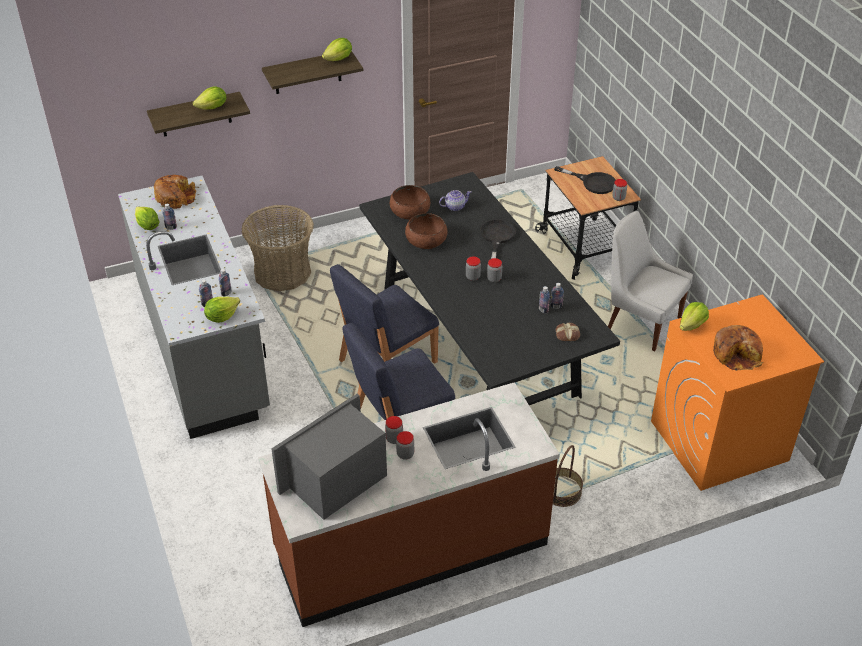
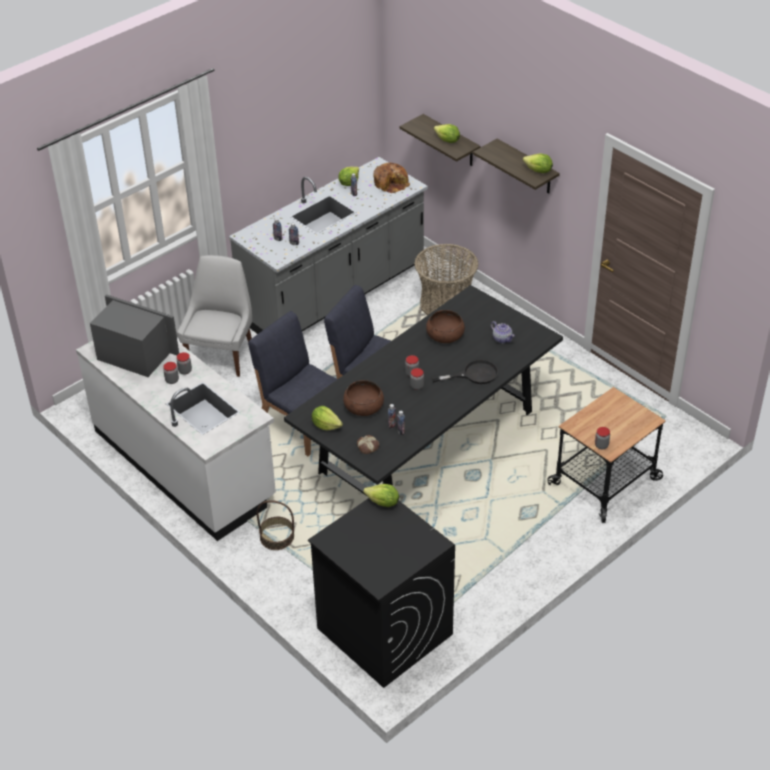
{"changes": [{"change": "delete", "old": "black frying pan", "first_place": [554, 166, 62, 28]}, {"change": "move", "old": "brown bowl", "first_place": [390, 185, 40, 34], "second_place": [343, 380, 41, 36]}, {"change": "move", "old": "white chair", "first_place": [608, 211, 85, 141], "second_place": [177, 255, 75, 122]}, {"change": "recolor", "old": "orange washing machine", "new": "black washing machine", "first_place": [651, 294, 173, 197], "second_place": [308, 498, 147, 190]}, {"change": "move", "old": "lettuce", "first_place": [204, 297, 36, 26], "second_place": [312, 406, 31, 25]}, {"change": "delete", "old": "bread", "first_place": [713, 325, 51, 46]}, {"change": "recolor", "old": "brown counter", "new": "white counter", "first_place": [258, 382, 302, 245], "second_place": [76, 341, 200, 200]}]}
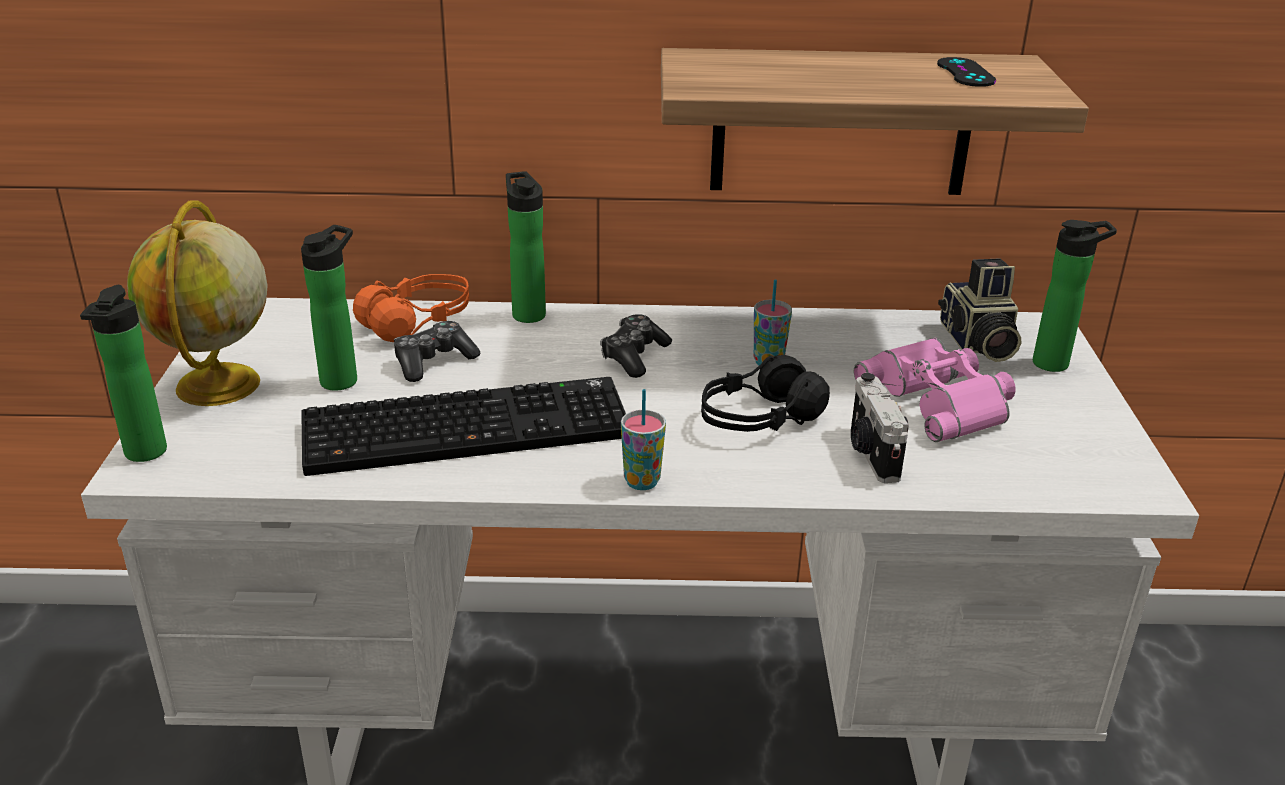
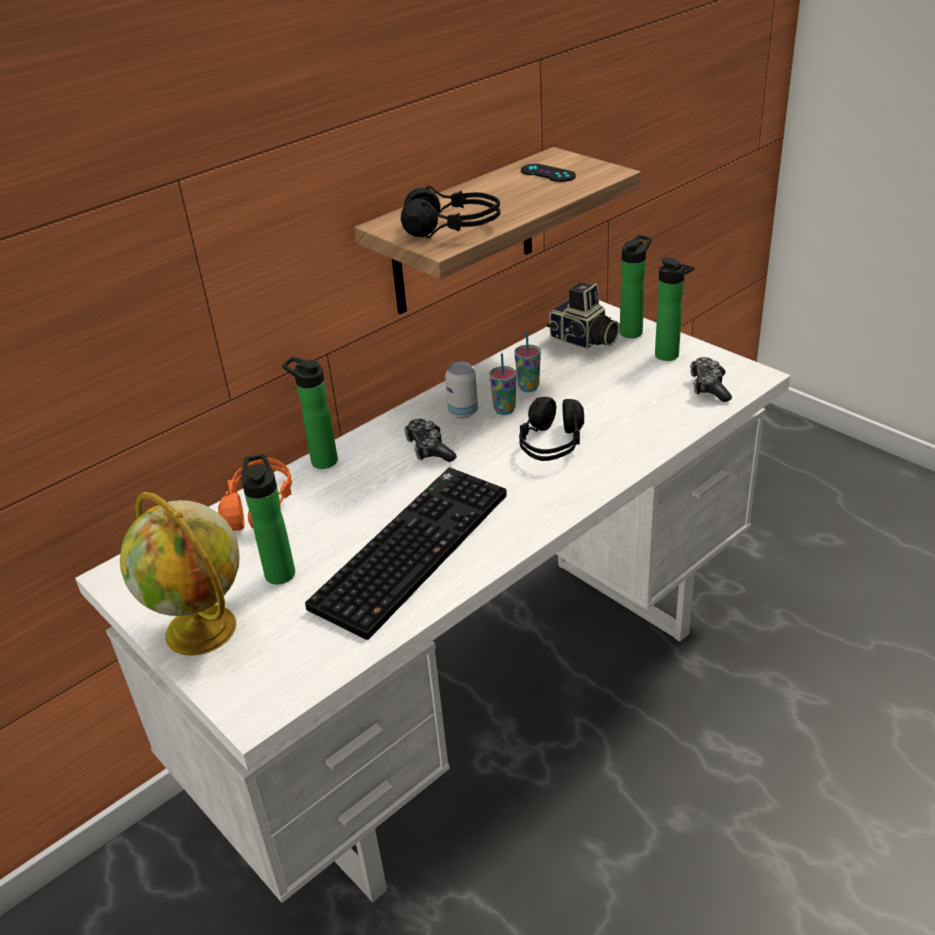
{"changes": [{"change": "move", "old": "bottle", "first_place": [80, 285, 87, 177], "second_place": [655, 257, 40, 104]}, {"change": "move", "old": "game controller", "first_place": [394, 321, 86, 61], "second_place": [690, 357, 42, 45]}, {"change": "delete", "old": "pink binoculars", "first_place": [854, 338, 162, 104]}, {"change": "delete", "old": "photo camera", "first_place": [851, 373, 57, 110]}, {"change": "move", "old": "cup", "first_place": [621, 389, 45, 101], "second_place": [514, 332, 27, 60]}, {"change": "insert", "new": "black headphones", "second_place": [401, 185, 99, 53]}, {"change": "insert", "new": "can", "second_place": [445, 361, 33, 57]}]}
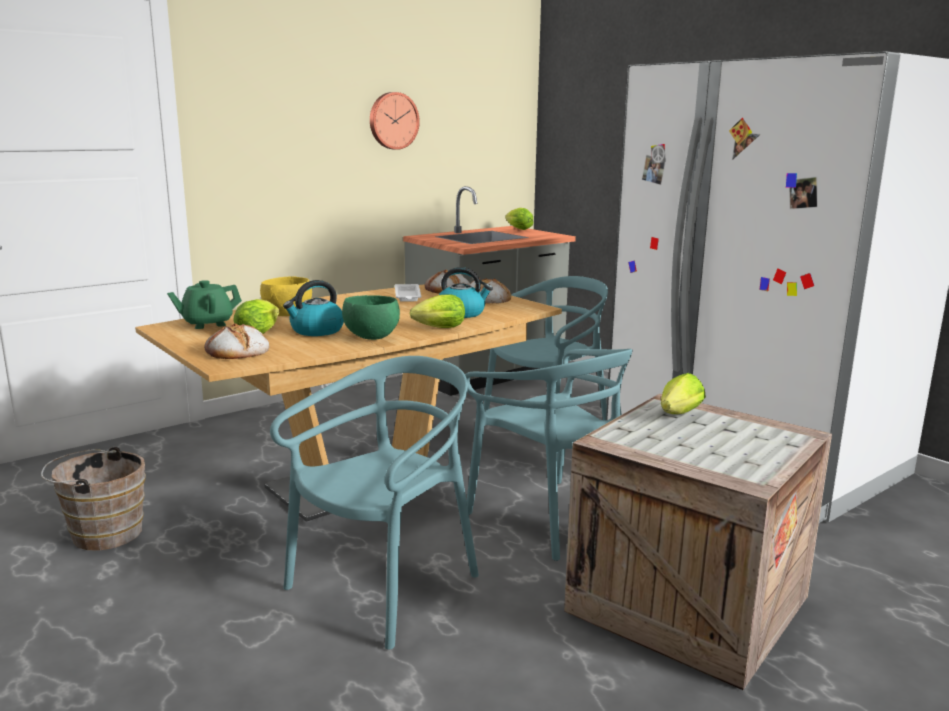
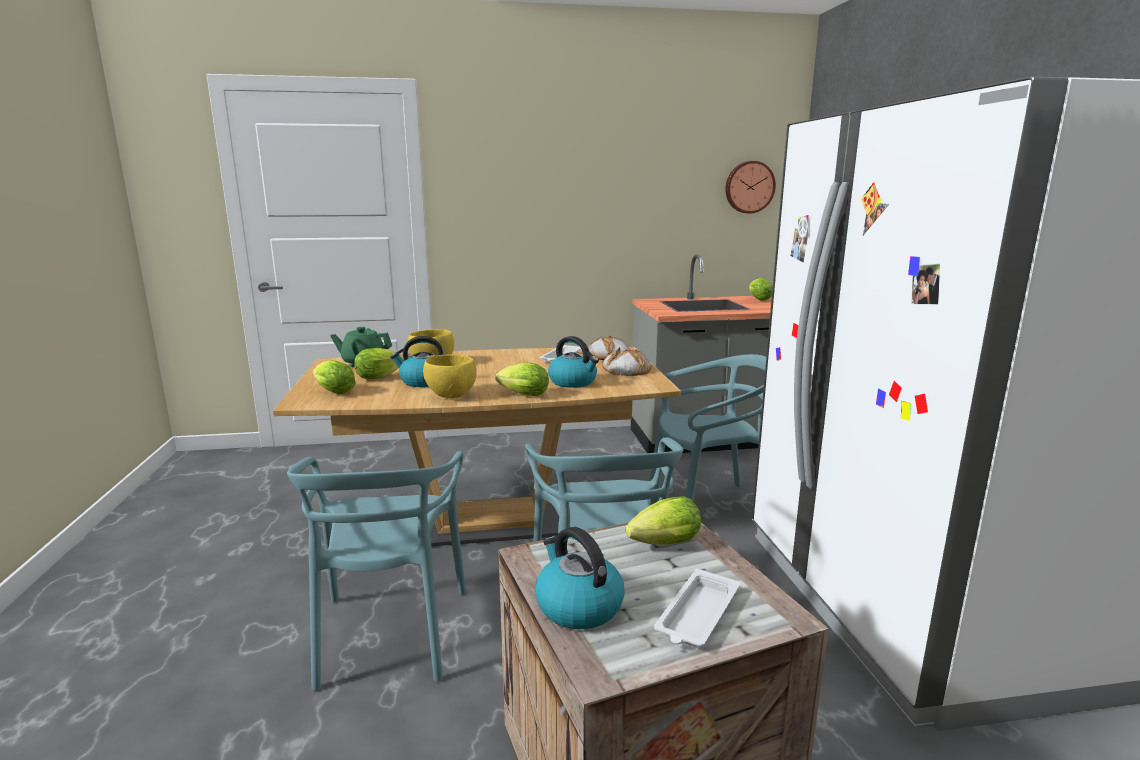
{"changes": [{"change": "move", "old": "wall clock", "first_place": [370, 92, 50, 58], "second_place": [725, 161, 51, 53]}, {"change": "recolor", "old": "green bowl", "new": "yellow bowl", "first_place": [342, 295, 58, 45], "second_place": [423, 355, 54, 43]}, {"change": "replace", "old": "bread", "new": "lettuce", "first_place": [204, 324, 66, 35], "second_place": [313, 360, 43, 34]}, {"change": "rotate", "old": "turquoise chair", "first_place": [270, 356, 209, 294], "second_place": [287, 451, 179, 240], "degrees": 105}, {"change": "delete", "old": "brown bucket", "first_place": [41, 447, 105, 103]}, {"change": "insert", "new": "kettle", "second_place": [535, 527, 90, 102]}, {"change": "insert", "new": "white tray", "second_place": [654, 569, 86, 78]}]}
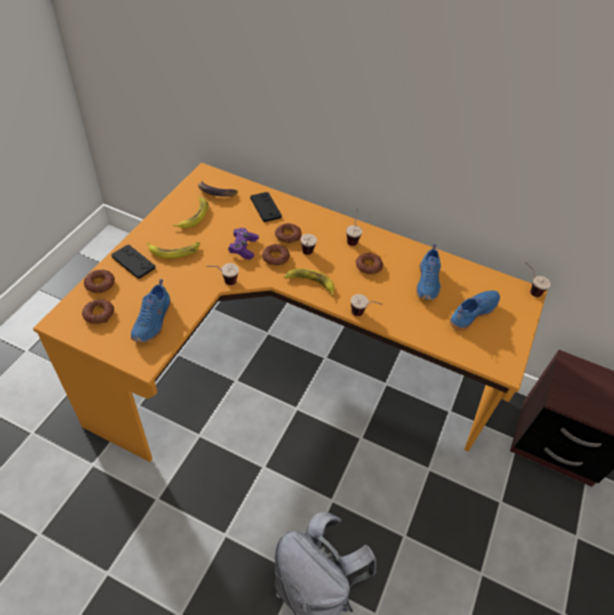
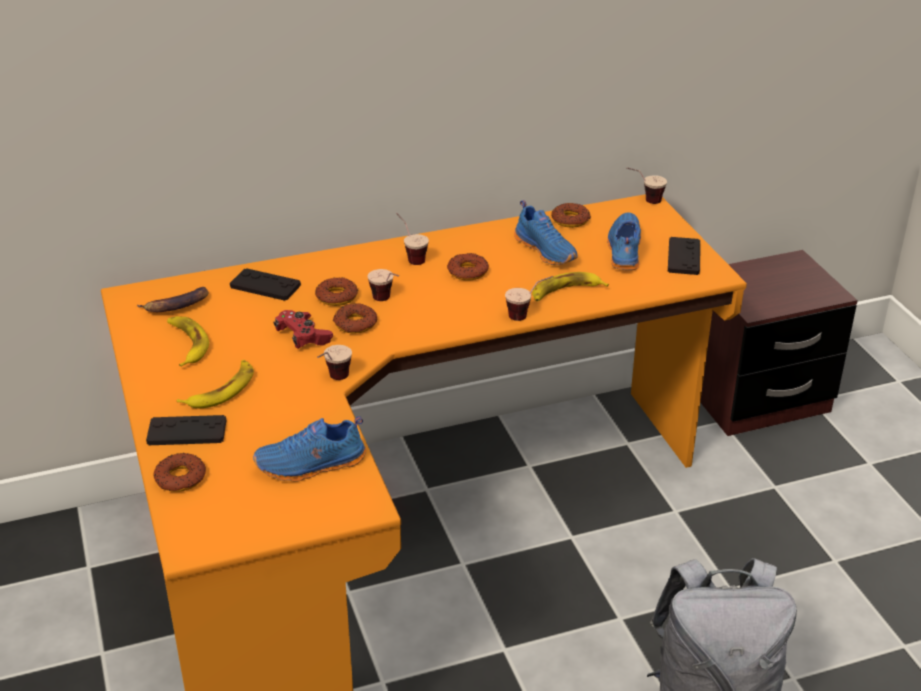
{"changes": [{"change": "recolor", "old": "purple game controller", "new": "red game controller", "first_place": [228, 228, 31, 32], "second_place": [274, 310, 59, 39]}, {"change": "move", "old": "banana", "first_place": [284, 269, 50, 27], "second_place": [532, 272, 77, 29]}, {"change": "rotate", "old": "blue shoe", "first_place": [131, 279, 40, 63], "second_place": [253, 416, 113, 66], "degrees": 105}, {"change": "move", "old": "donut", "first_place": [82, 299, 32, 26], "second_place": [551, 203, 40, 25]}, {"change": "insert", "new": "black game controller", "second_place": [668, 237, 32, 38]}]}
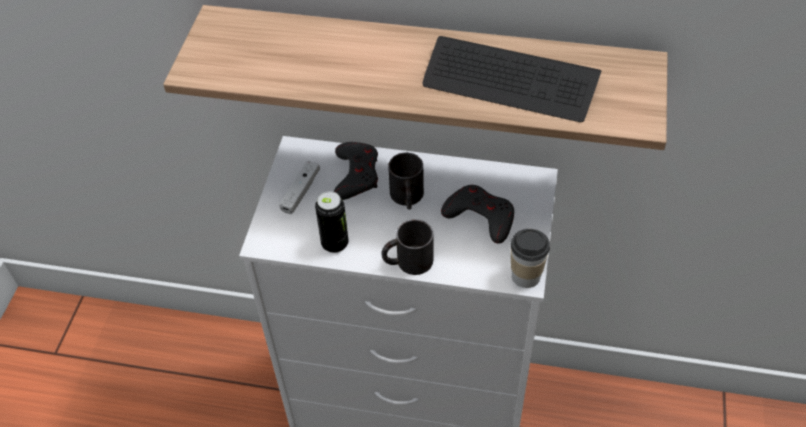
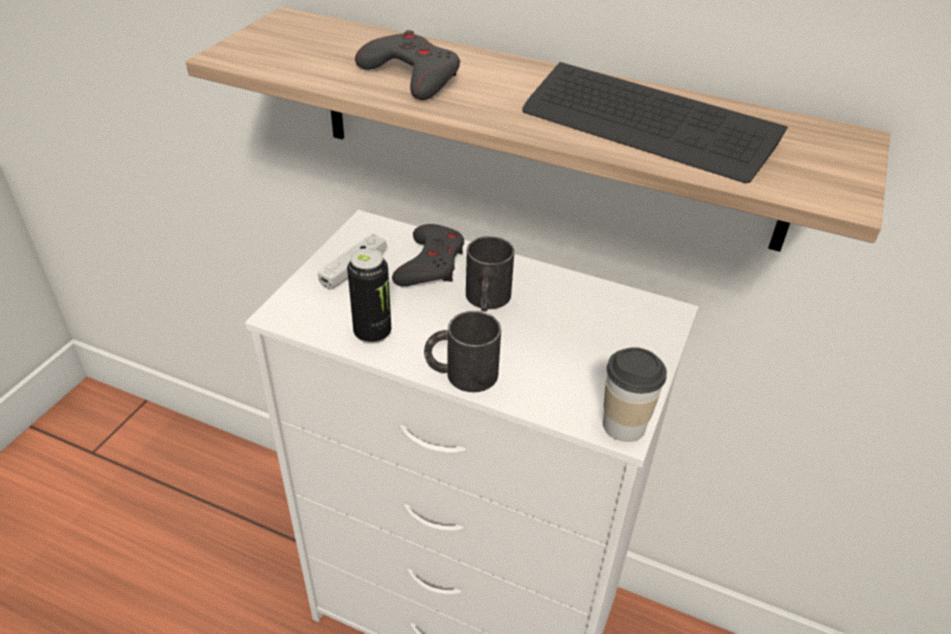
{"changes": [{"change": "move", "old": "grey game controller", "first_place": [441, 185, 73, 59], "second_place": [355, 30, 105, 70]}]}
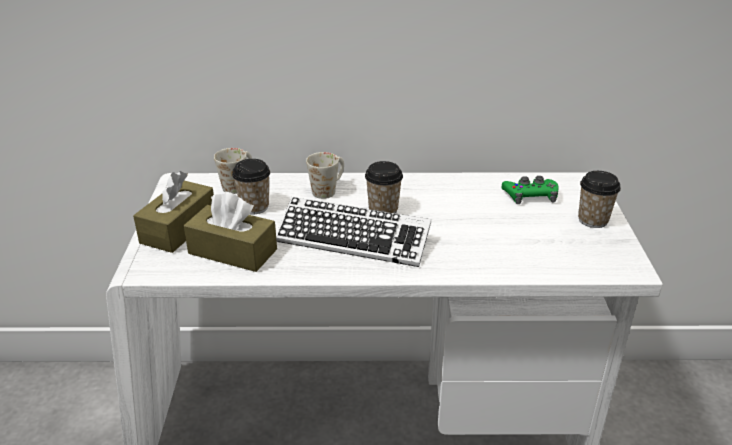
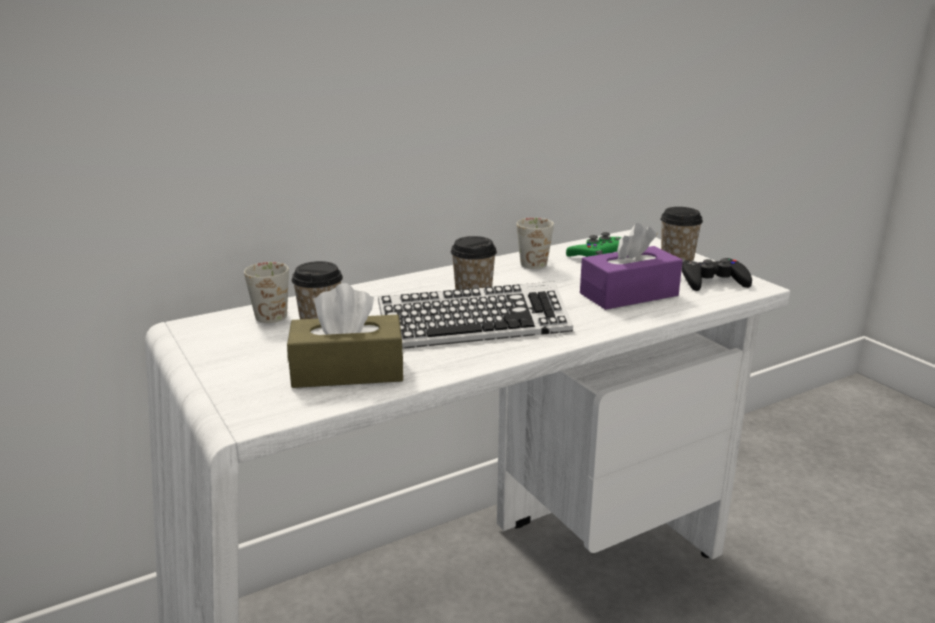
{"changes": [{"change": "move", "old": "white mug", "first_place": [306, 152, 38, 47], "second_place": [517, 218, 37, 51]}, {"change": "delete", "old": "brown tissue box", "first_place": [133, 171, 81, 82]}, {"change": "insert", "new": "purple tissue box", "second_place": [580, 223, 103, 87]}, {"change": "insert", "new": "black game controller", "second_place": [682, 258, 70, 33]}]}
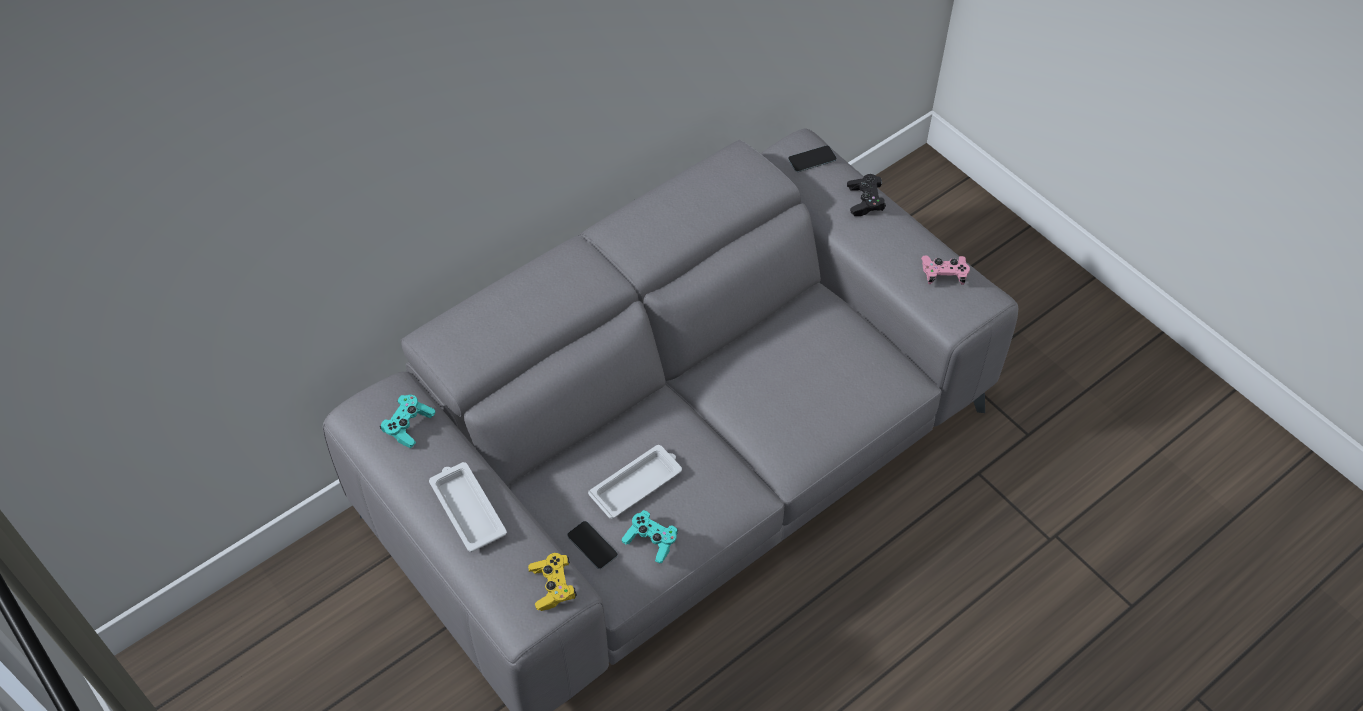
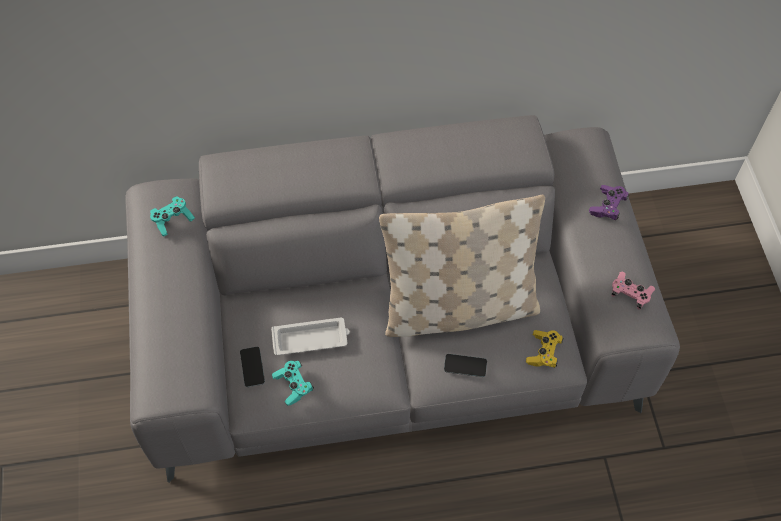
{"changes": [{"change": "move", "old": "phone", "first_place": [788, 145, 49, 27], "second_place": [444, 354, 43, 23]}, {"change": "recolor", "old": "black game controller", "new": "purple game controller", "first_place": [847, 174, 39, 42], "second_place": [589, 185, 41, 36]}, {"change": "delete", "old": "white tray", "first_place": [429, 462, 78, 90]}, {"change": "move", "old": "yellow game controller", "first_place": [528, 553, 49, 58], "second_place": [526, 330, 38, 38]}, {"change": "insert", "new": "beige pillow", "second_place": [379, 195, 166, 142]}]}
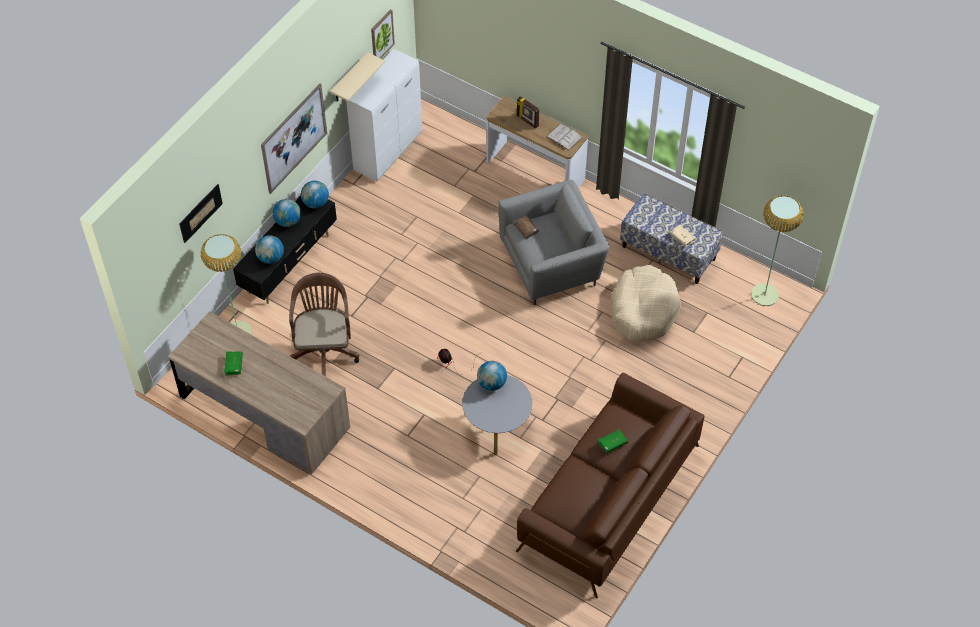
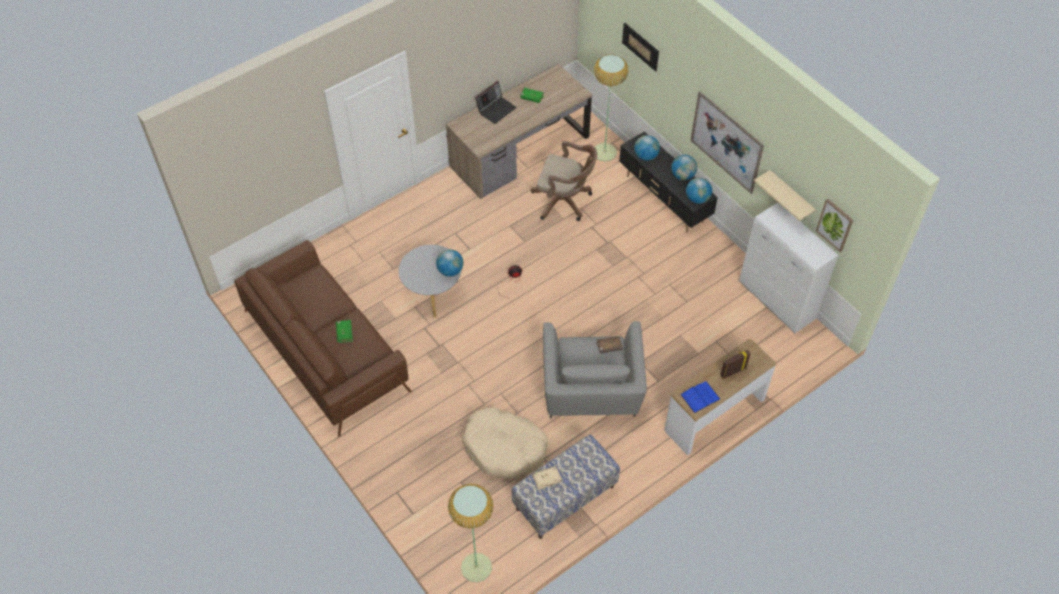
{"changes": [{"change": "recolor", "old": "white book", "new": "blue book", "first_place": [546, 124, 37, 27], "second_place": [680, 381, 41, 33]}, {"change": "insert", "new": "laptop", "second_place": [476, 81, 40, 43]}]}
